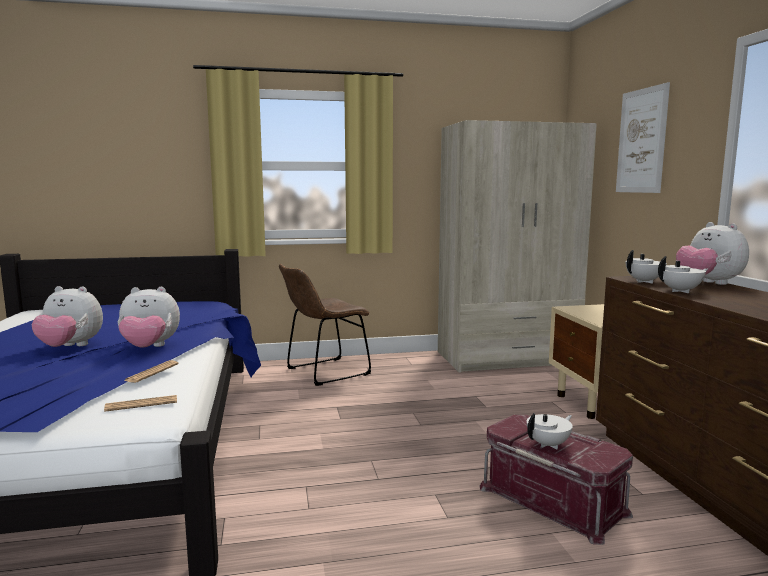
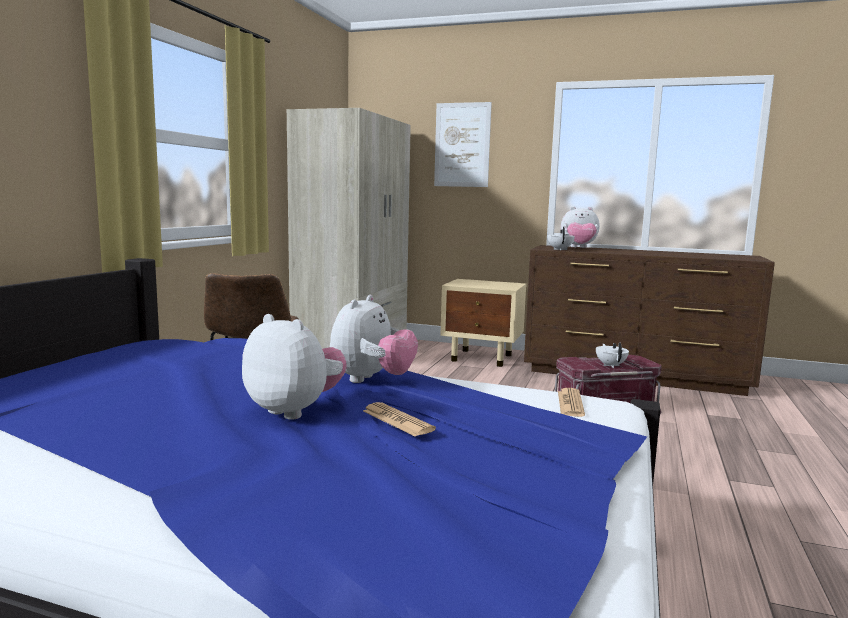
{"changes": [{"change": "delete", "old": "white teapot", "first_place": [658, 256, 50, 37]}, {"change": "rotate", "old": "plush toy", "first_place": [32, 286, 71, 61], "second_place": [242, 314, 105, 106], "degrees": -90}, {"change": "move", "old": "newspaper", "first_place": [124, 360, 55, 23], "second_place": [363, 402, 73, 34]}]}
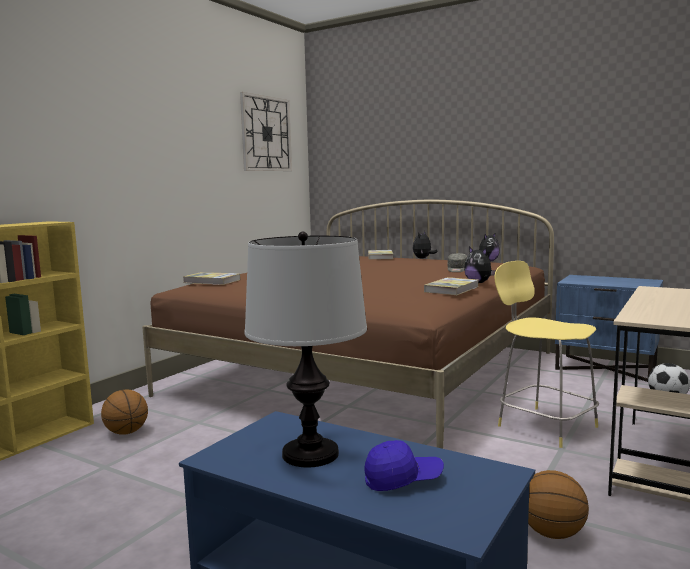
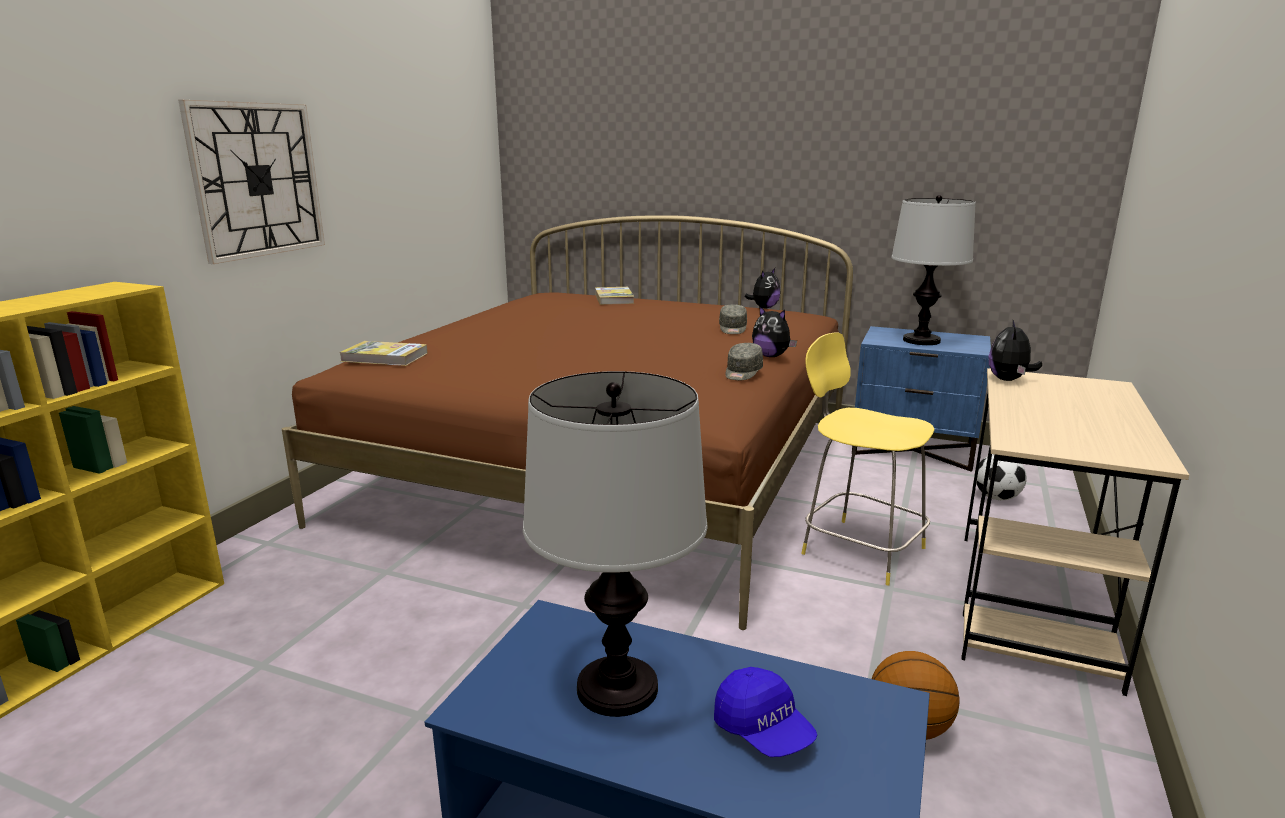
{"changes": [{"change": "move", "old": "wall clock", "first_place": [240, 92, 52, 79], "second_place": [178, 100, 147, 164]}, {"change": "move", "old": "plush toy", "first_place": [413, 231, 25, 28], "second_place": [989, 320, 53, 61]}, {"change": "replace", "old": "book", "new": "grey cap", "first_place": [424, 277, 55, 18], "second_place": [725, 343, 38, 37]}, {"change": "delete", "old": "basketball", "first_place": [101, 389, 47, 46]}, {"change": "rotate", "old": "blue cap", "first_place": [365, 440, 79, 51], "second_place": [714, 667, 103, 90], "degrees": 75}, {"change": "insert", "new": "table lamp", "second_place": [891, 195, 85, 150]}]}
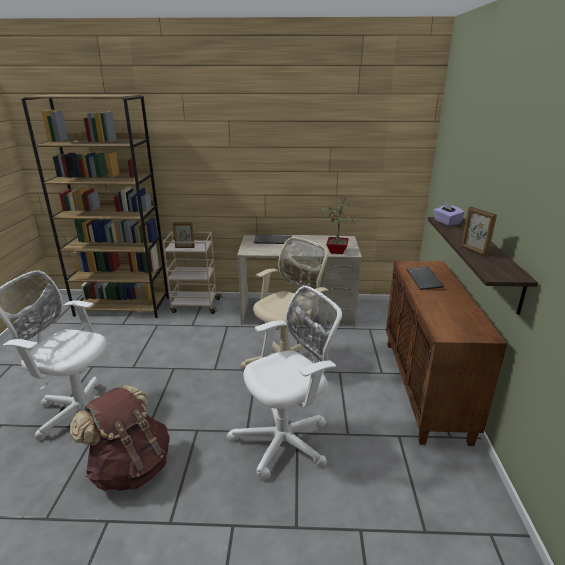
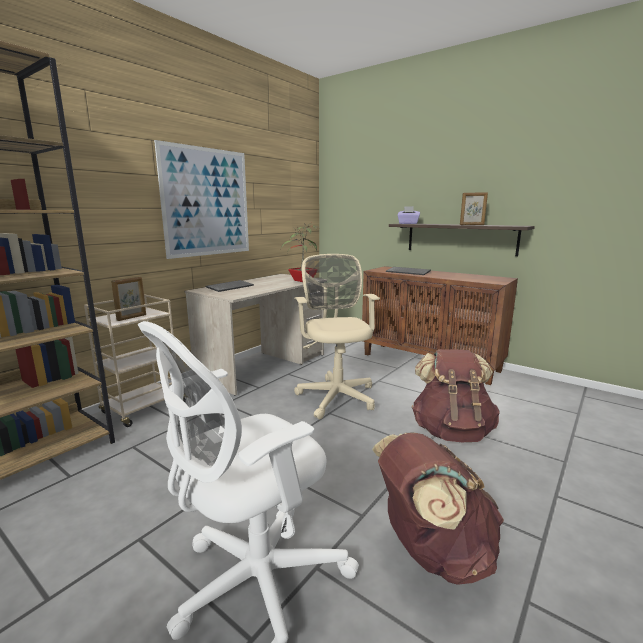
{"changes": [{"change": "replace", "old": "white office chair", "new": "brown backpack", "first_place": [227, 286, 115, 194], "second_place": [412, 349, 88, 93]}, {"change": "insert", "new": "picture", "second_place": [154, 140, 95, 119]}]}
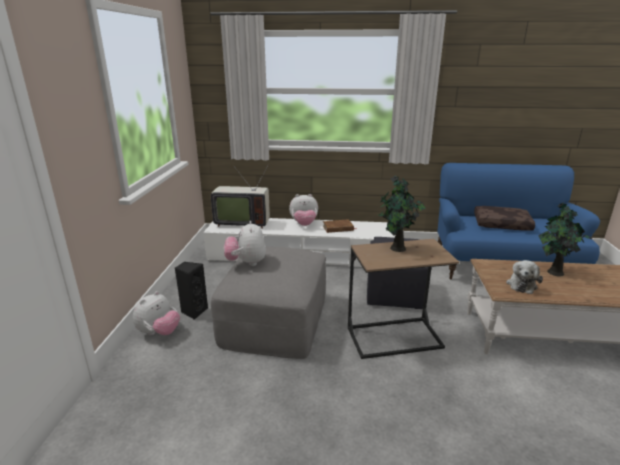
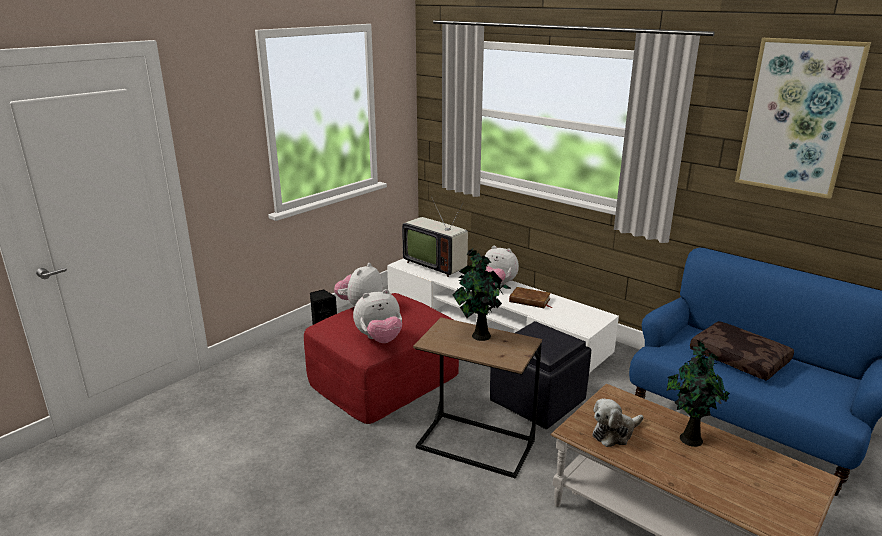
{"changes": [{"change": "recolor", "old": "grey ottoman", "new": "red ottoman", "first_place": [211, 247, 115, 112], "second_place": [304, 293, 155, 131]}, {"change": "move", "old": "plush toy", "first_place": [133, 291, 47, 44], "second_place": [353, 289, 49, 54]}, {"change": "insert", "new": "picture", "second_place": [735, 38, 136, 161]}]}
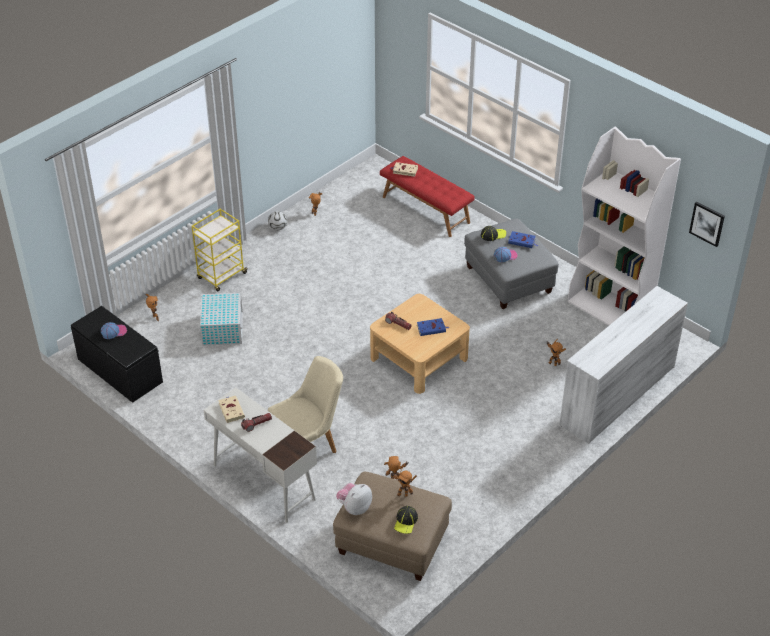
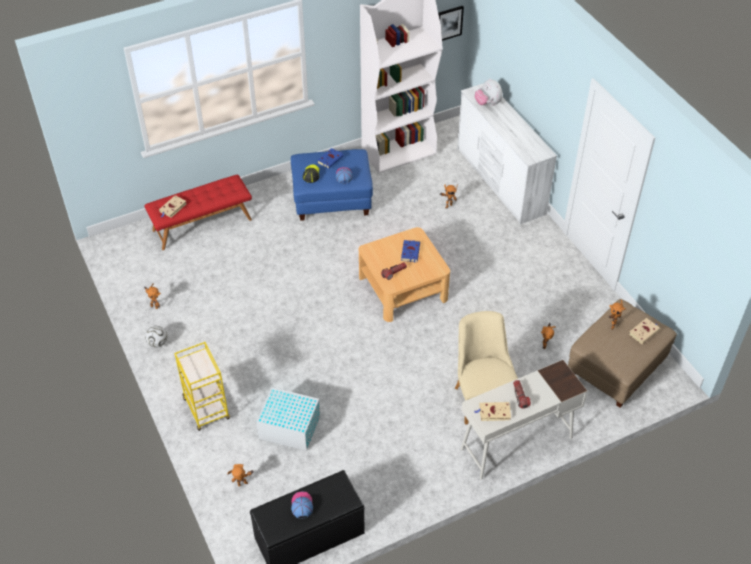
{"changes": [{"change": "recolor", "old": "grey ottoman", "new": "blue ottoman", "first_place": [464, 219, 95, 90], "second_place": [291, 149, 82, 72]}, {"change": "move", "old": "plush toy", "first_place": [336, 483, 36, 32], "second_place": [475, 78, 28, 28]}, {"change": "replace", "old": "cap", "new": "beige book", "first_place": [394, 506, 24, 28], "second_place": [629, 318, 31, 26]}]}
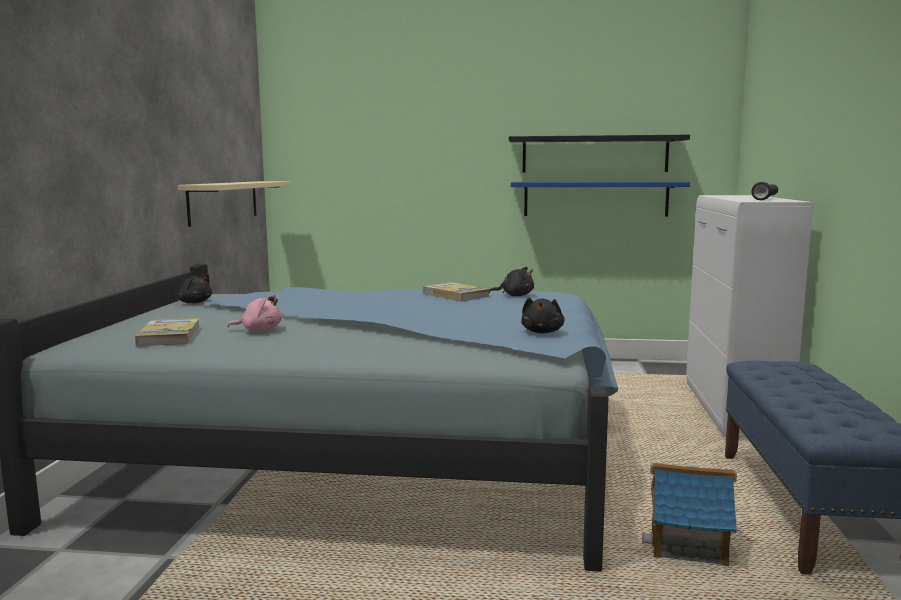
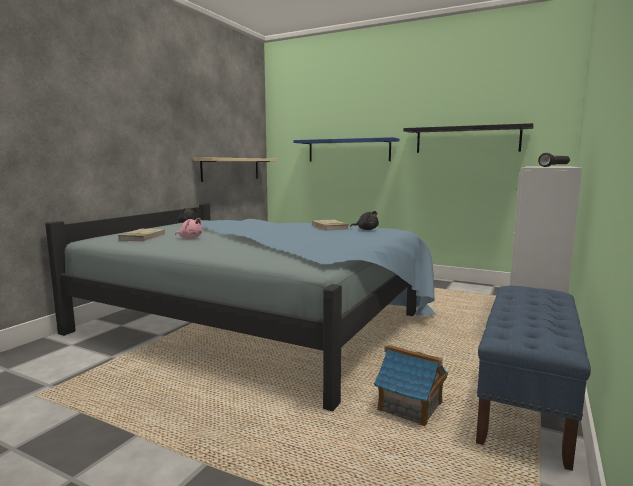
{"changes": [{"change": "move", "old": "blue shelf", "first_place": [511, 181, 179, 35], "second_place": [293, 137, 106, 24]}, {"change": "delete", "old": "black plush toy", "first_place": [521, 297, 44, 36]}]}
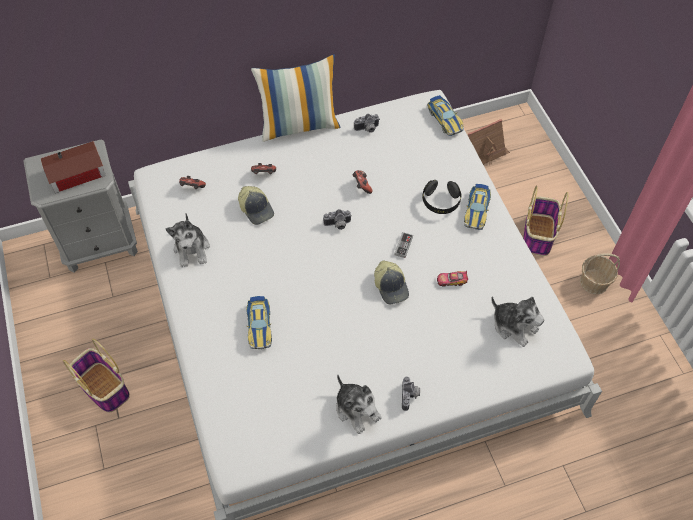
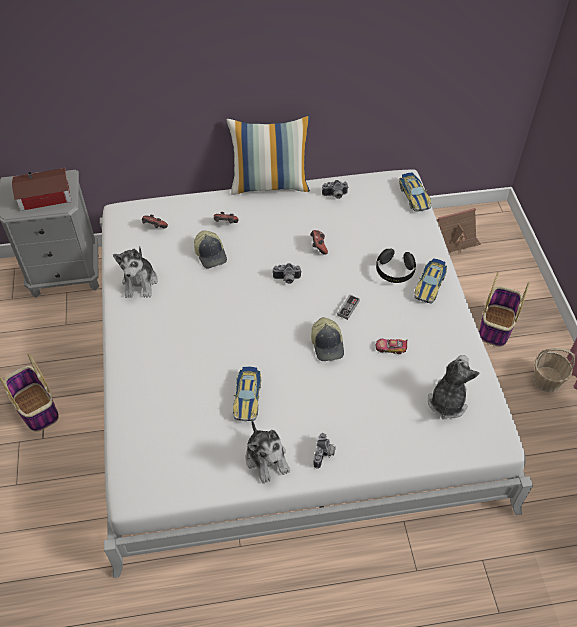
{"changes": [{"change": "move", "old": "toy car", "first_place": [246, 296, 26, 53], "second_place": [233, 367, 28, 54]}, {"change": "rotate", "old": "plush toy", "first_place": [491, 296, 53, 51], "second_place": [428, 355, 51, 64], "degrees": -120}]}
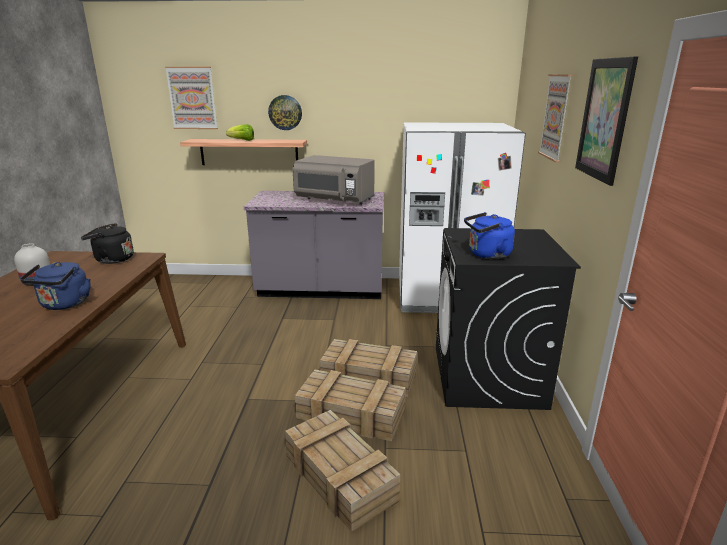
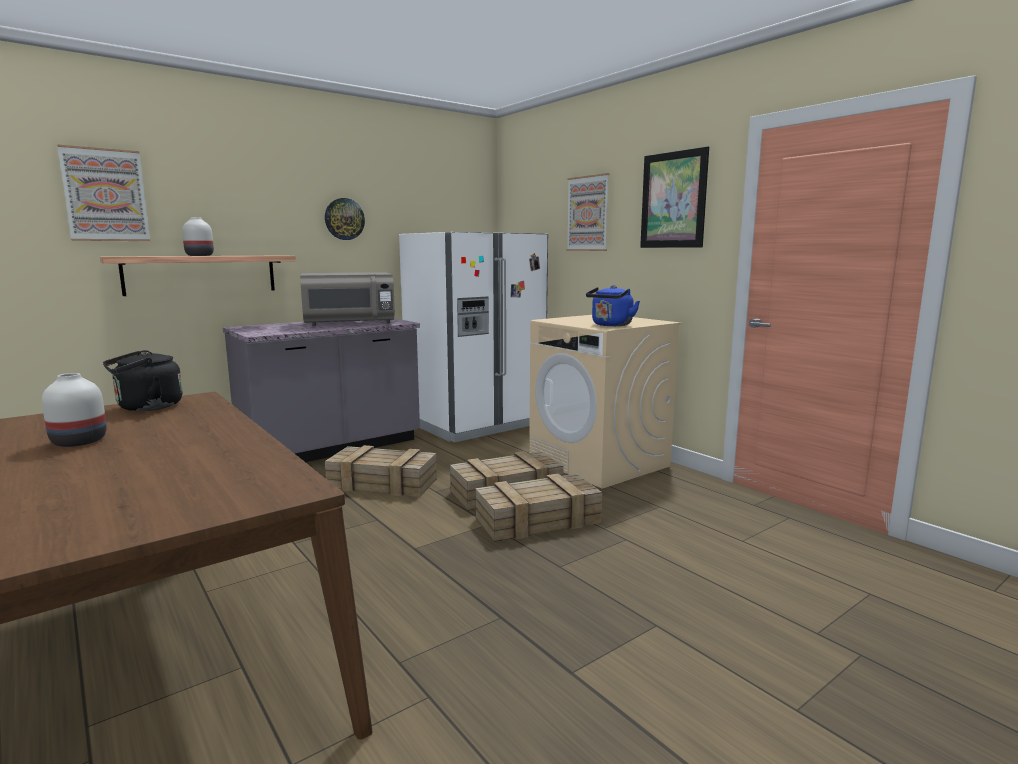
{"changes": [{"change": "move", "old": "wall clock", "first_place": [268, 95, 34, 35], "second_place": [325, 198, 40, 42]}, {"change": "replace", "old": "lettuce", "new": "white vase", "first_place": [226, 124, 28, 17], "second_place": [182, 217, 32, 39]}, {"change": "recolor", "old": "black washing machine", "new": "beige washing machine", "first_place": [436, 228, 145, 182], "second_place": [529, 315, 152, 174]}, {"change": "delete", "old": "blue kettle", "first_place": [20, 262, 71, 48]}, {"change": "move", "old": "crate", "first_place": [285, 410, 115, 122], "second_place": [325, 445, 112, 52]}]}
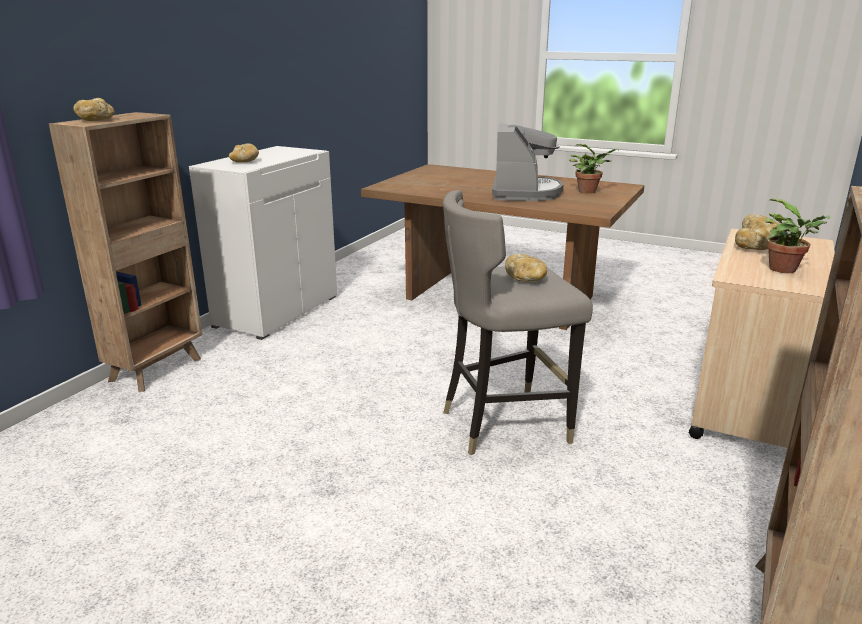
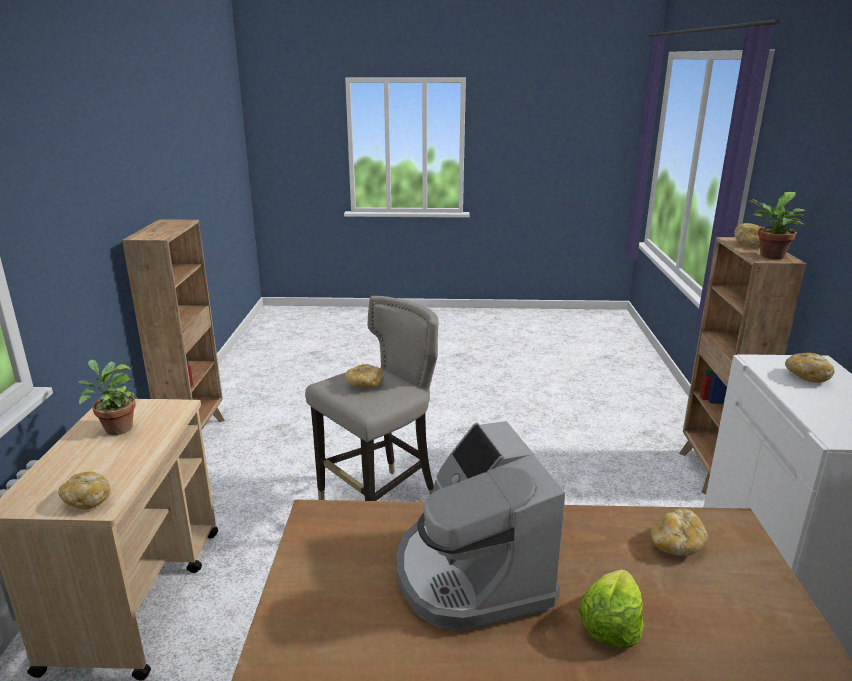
{"changes": [{"change": "move", "old": "potted plant", "first_place": [569, 144, 50, 50], "second_place": [749, 192, 56, 67]}, {"change": "move", "old": "bread", "first_place": [735, 228, 37, 22], "second_place": [651, 508, 57, 48]}, {"change": "insert", "new": "lettuce", "second_place": [578, 569, 66, 79]}]}
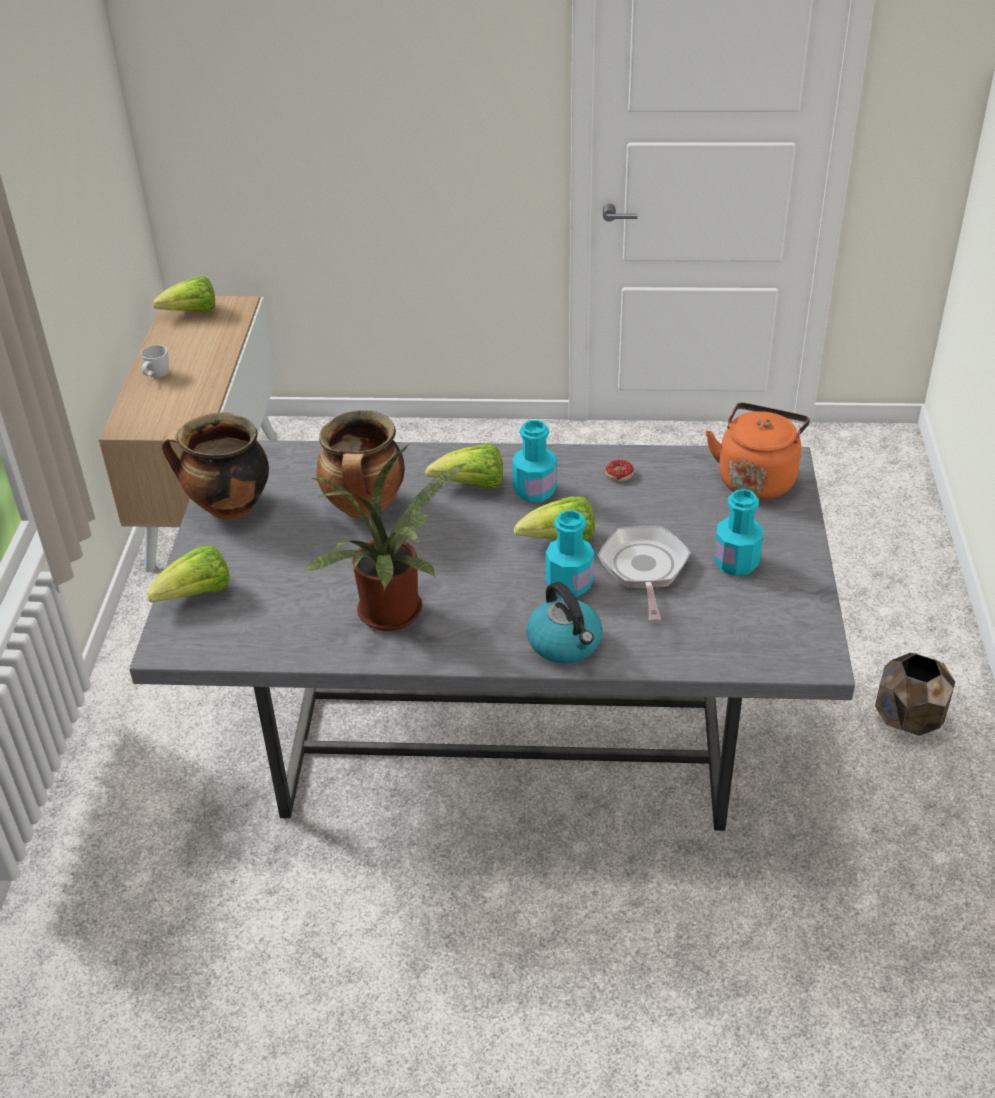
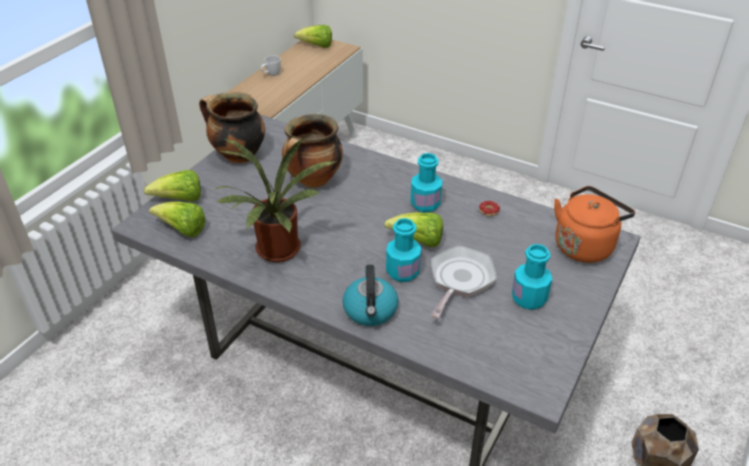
{"changes": [{"change": "move", "old": "lettuce", "first_place": [425, 444, 78, 45], "second_place": [149, 202, 57, 35]}]}
